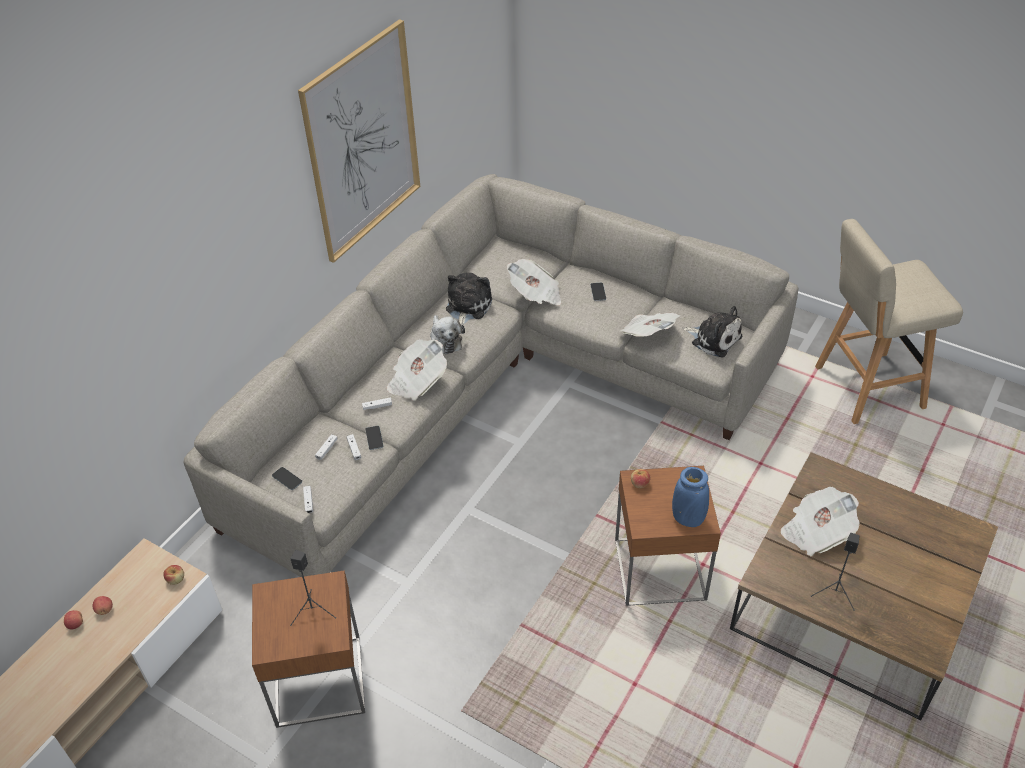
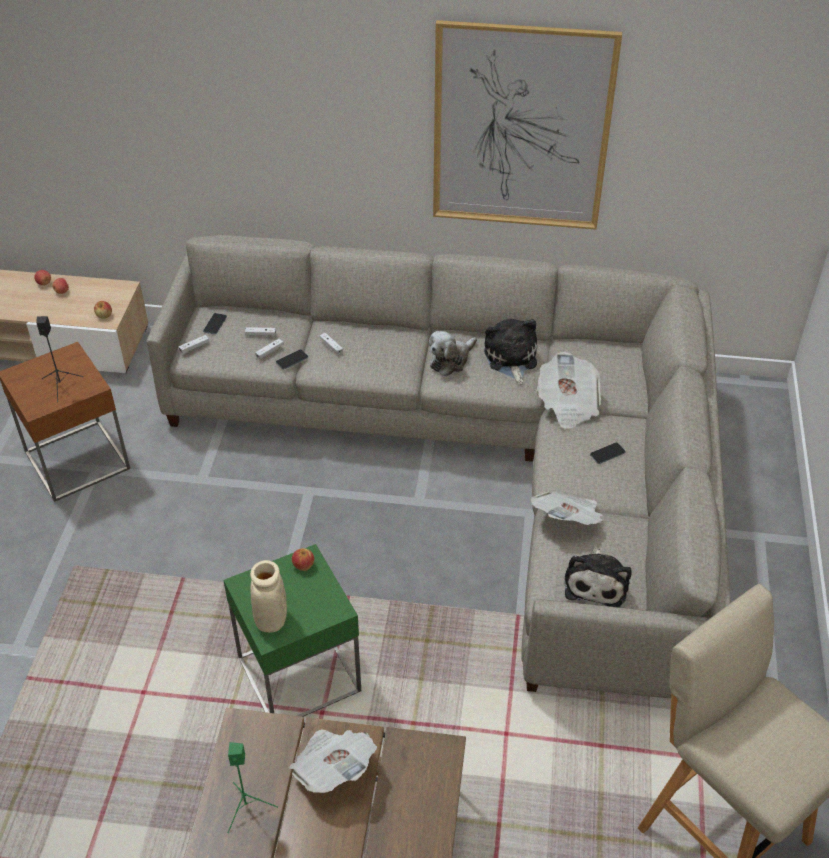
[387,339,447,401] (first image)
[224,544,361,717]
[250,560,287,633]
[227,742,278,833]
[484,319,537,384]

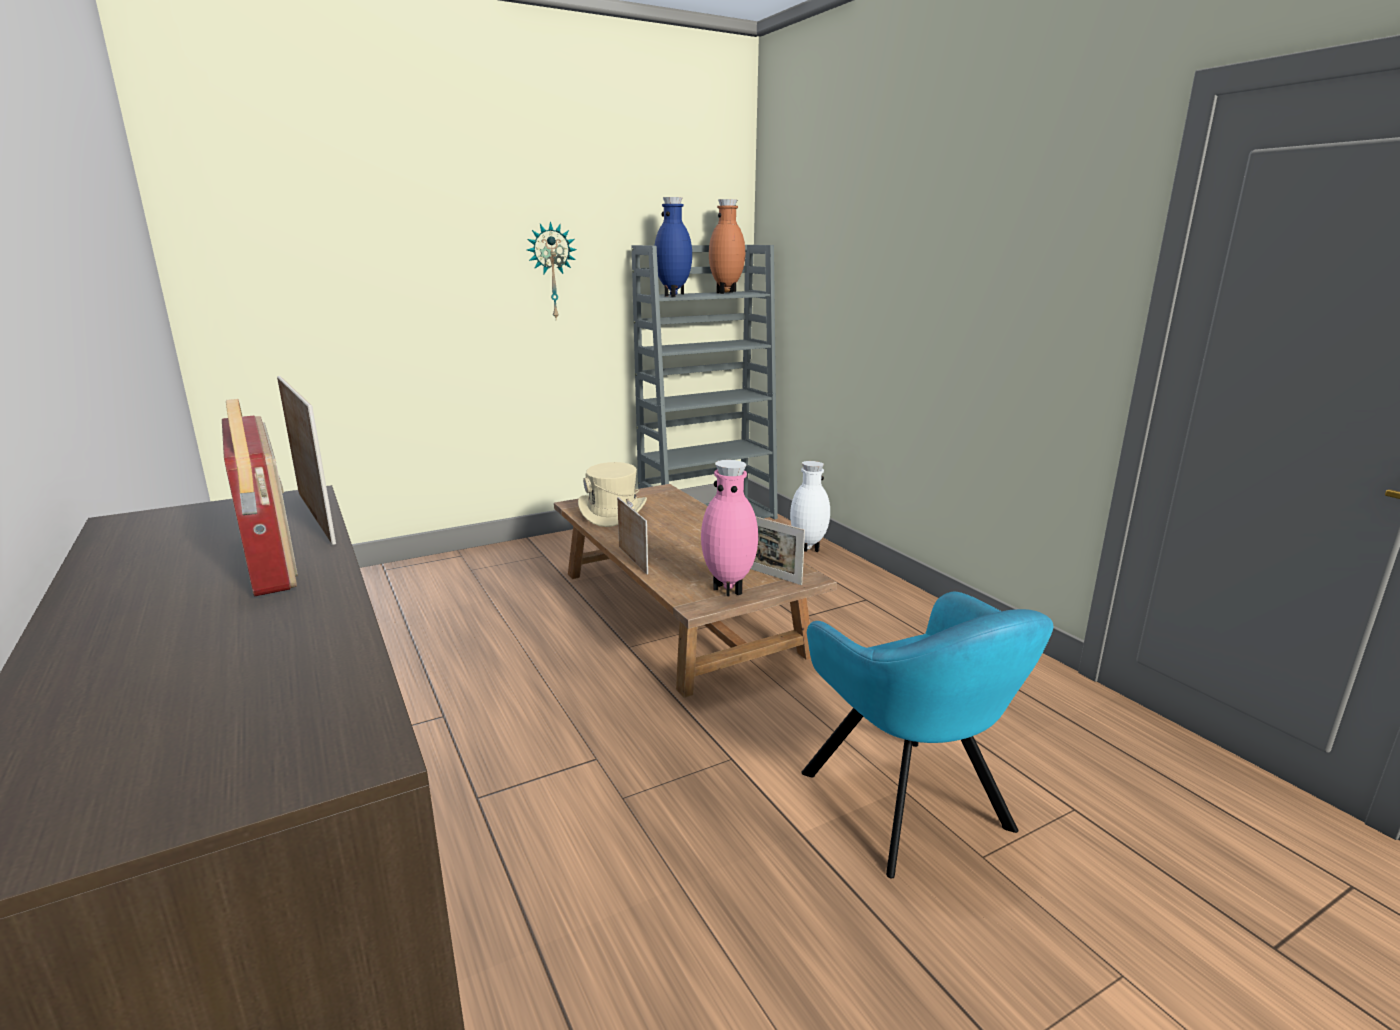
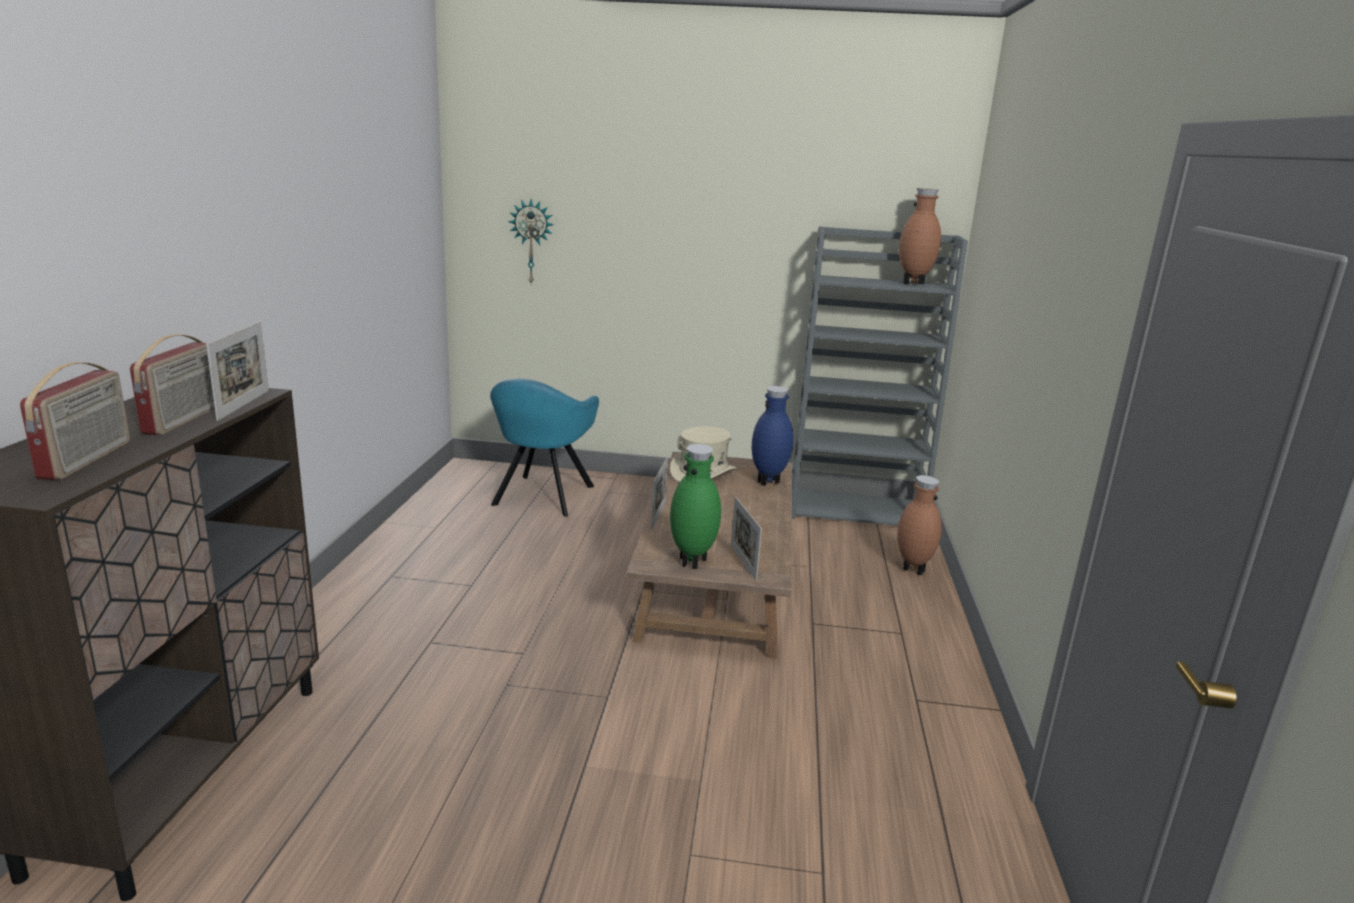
[20,362,130,480]
[508,199,554,284]
[752,386,793,486]
[490,379,599,517]
[670,444,721,569]
[897,475,942,575]

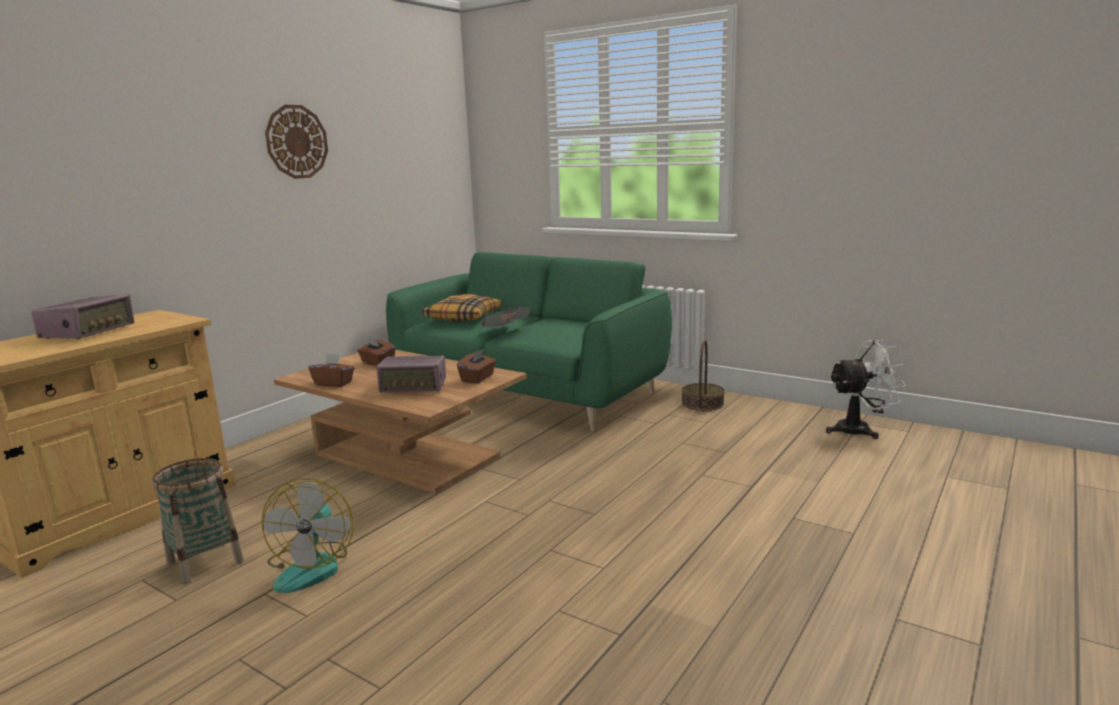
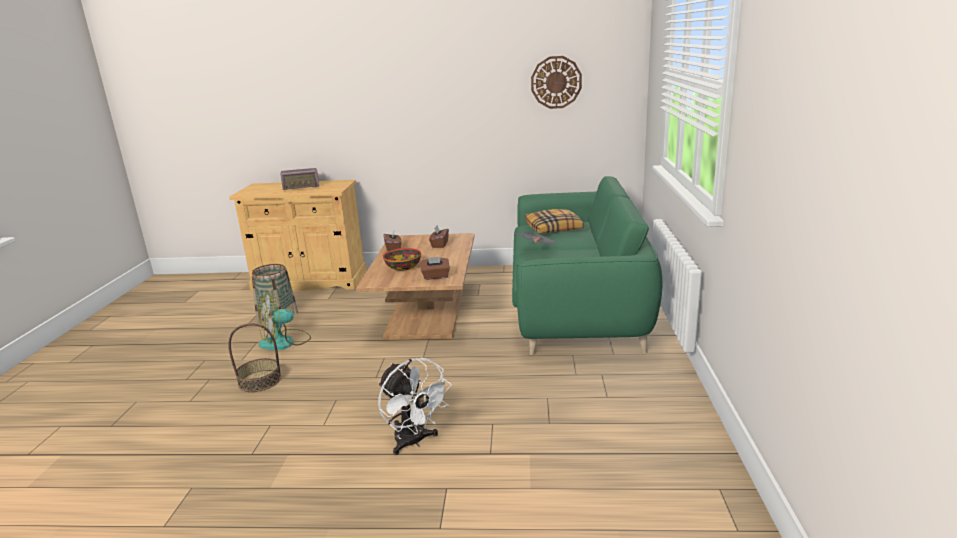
[531,56,582,109]
[228,323,281,392]
[378,358,452,455]
[383,248,421,271]

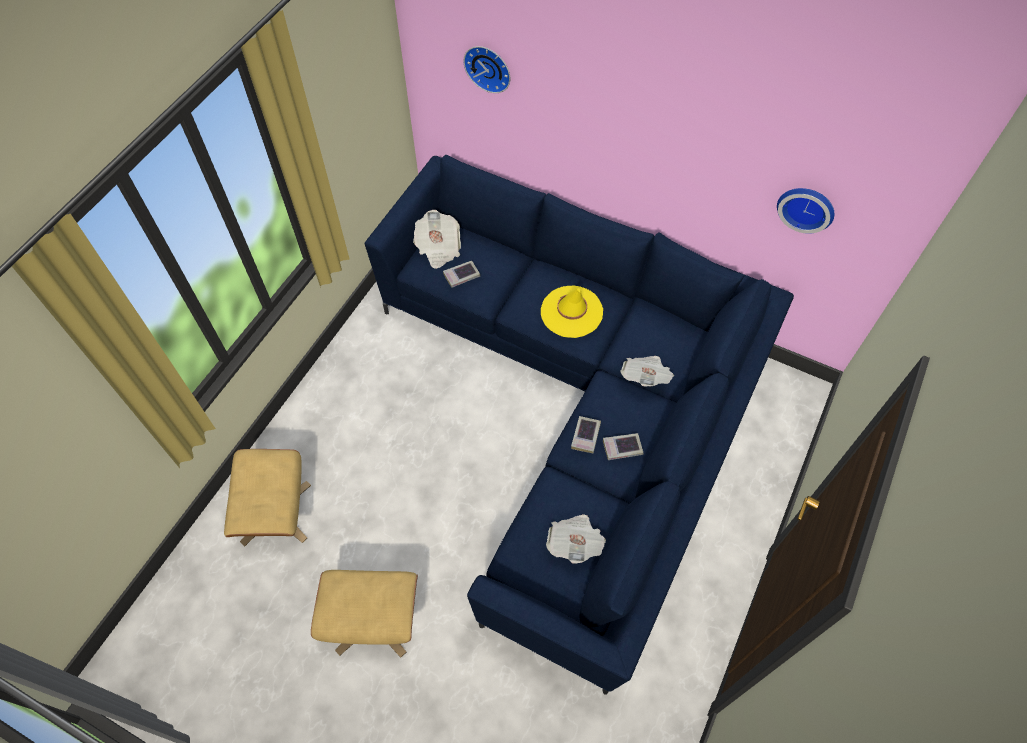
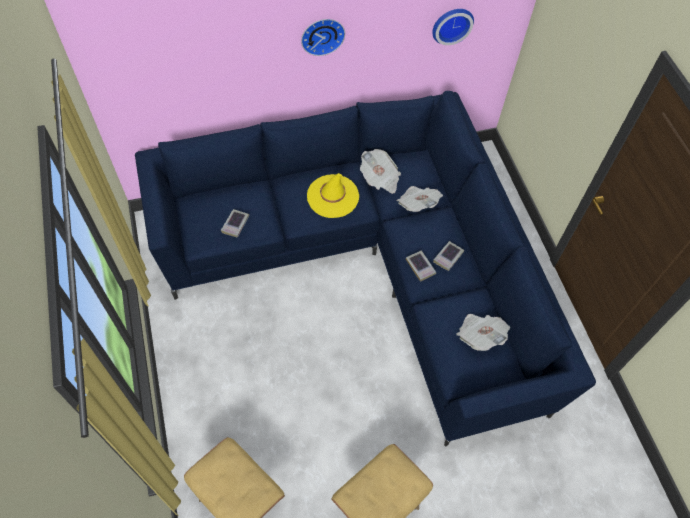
[360,149,401,194]
[301,19,345,56]

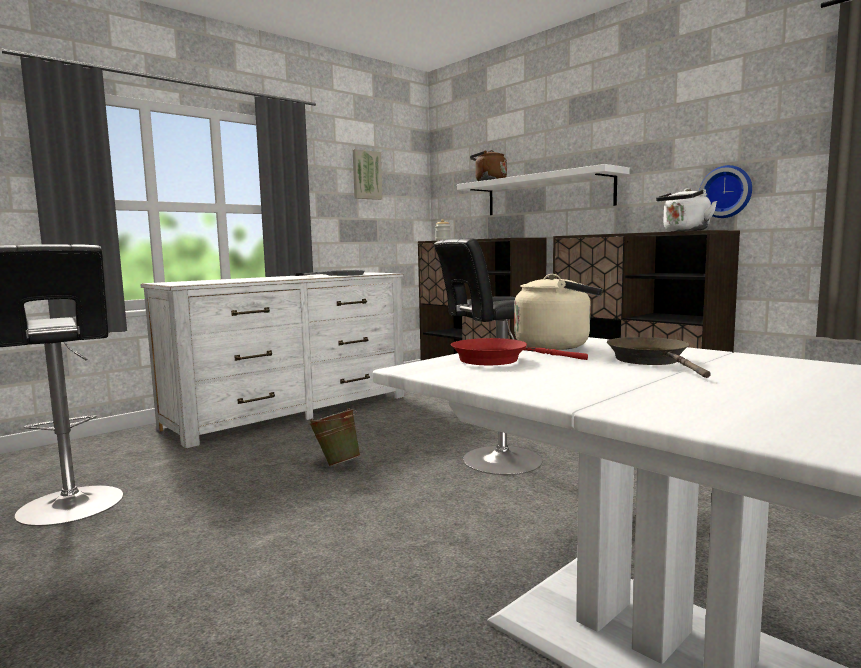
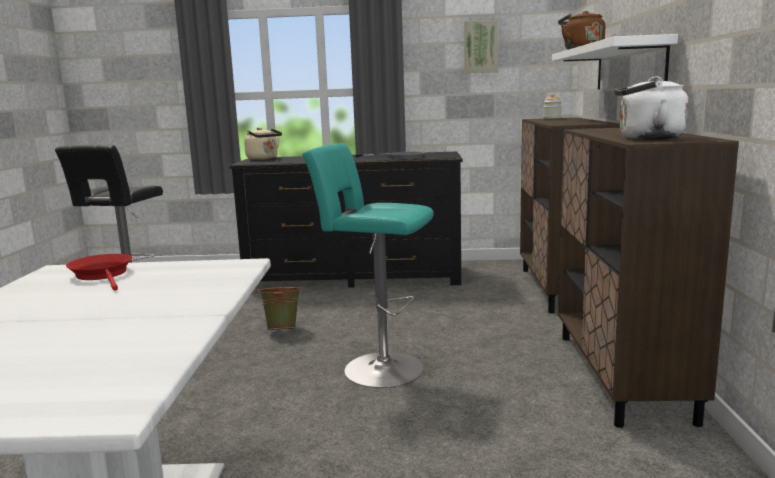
[607,337,711,378] (first image)
[699,165,752,218] (first image)
[244,127,282,160]
[229,151,463,288]
[302,143,434,388]

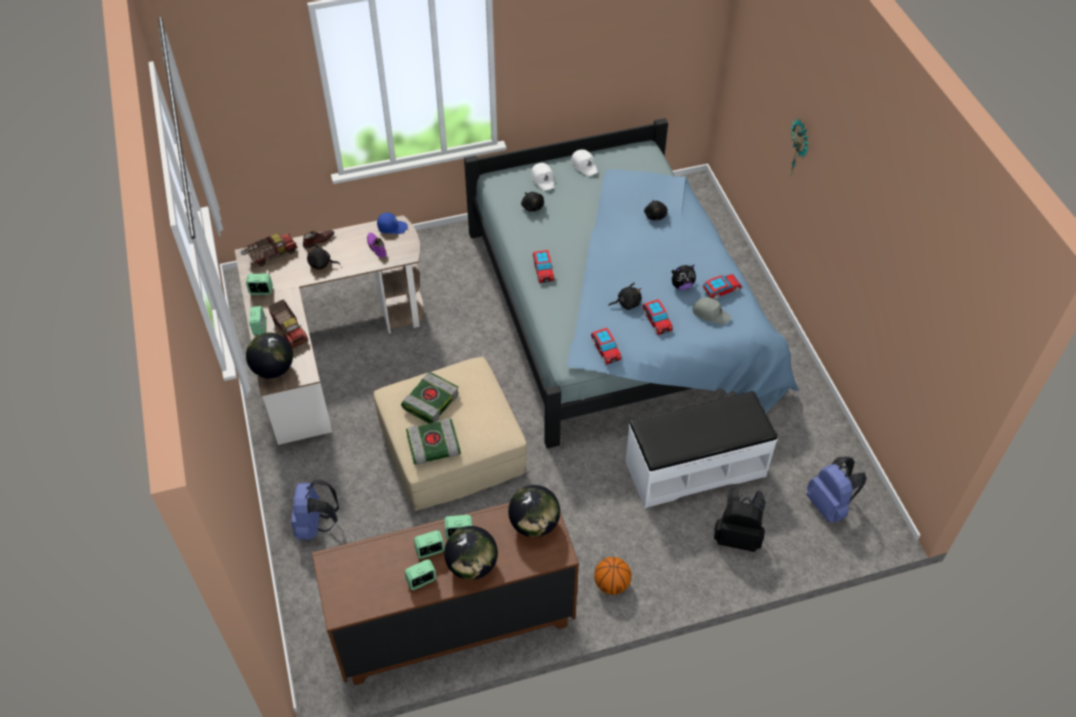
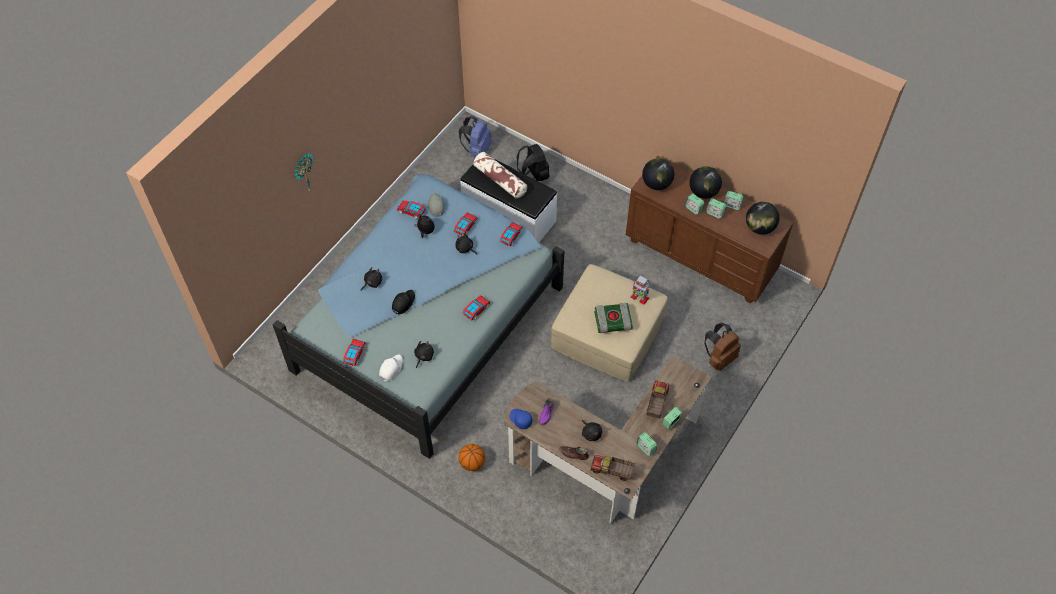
[392,290,415,315]
[473,152,527,199]
[746,202,779,235]
[458,444,485,471]
[630,275,649,305]
[343,339,366,366]
[704,322,741,371]

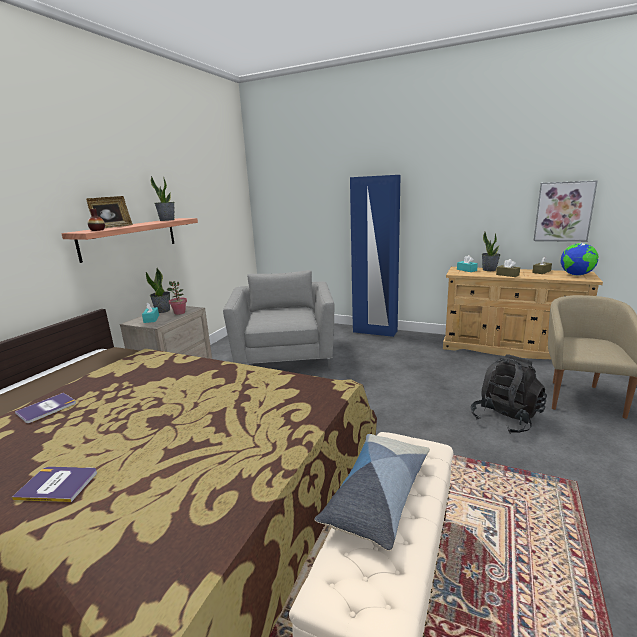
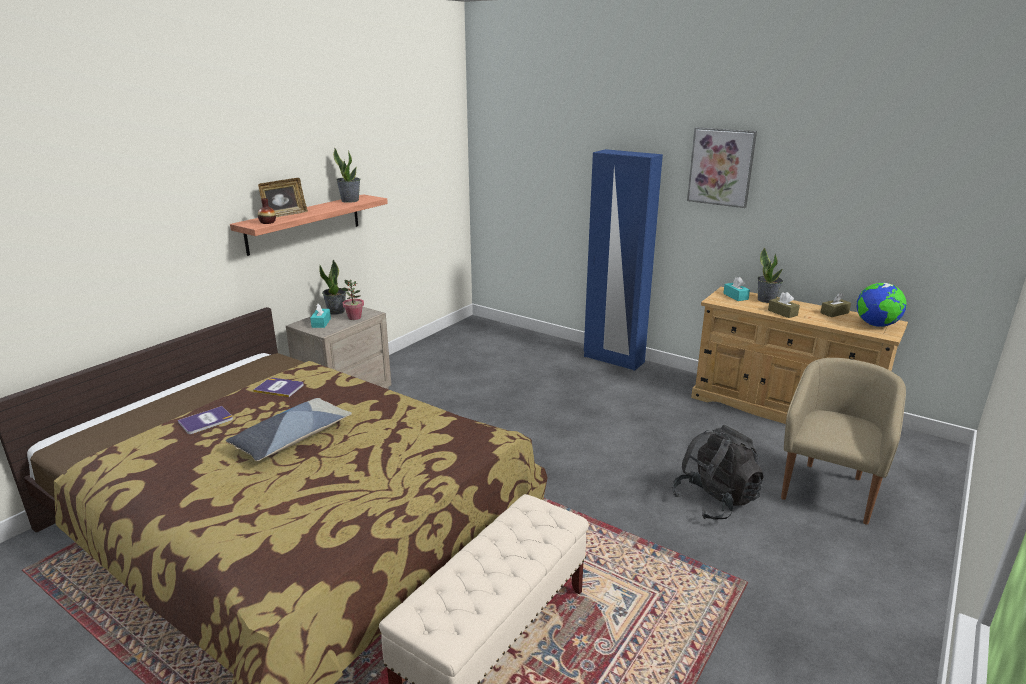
[223,270,334,369] (first image)
[253,378,304,397]
[226,398,352,461]
[687,127,757,208]

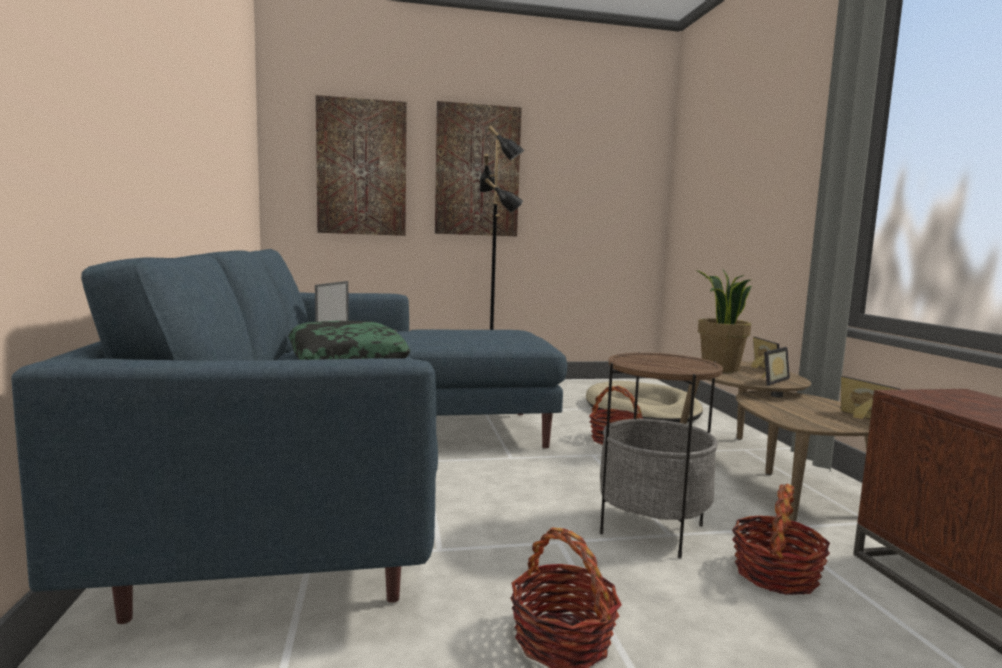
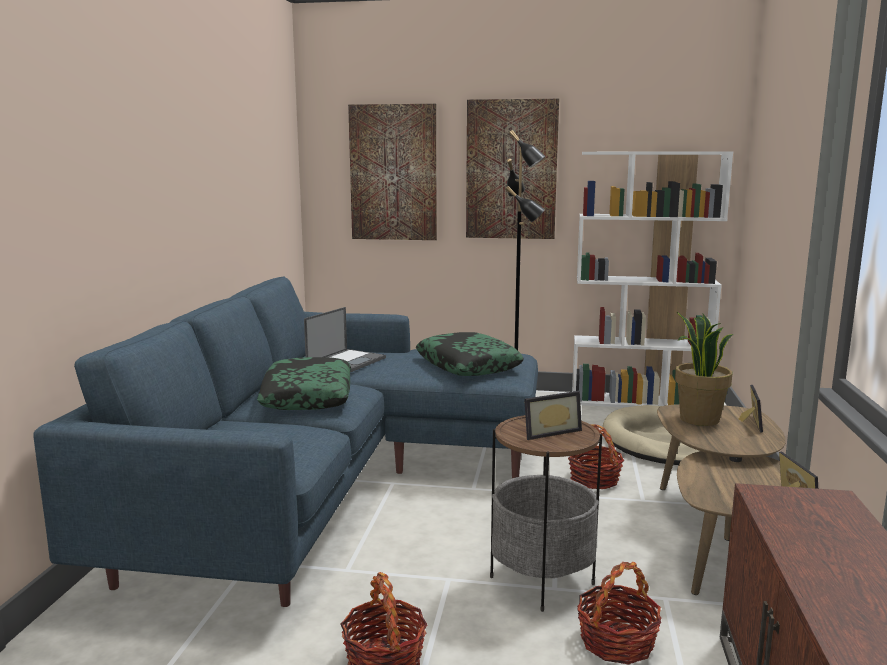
[416,332,524,376]
[572,151,733,407]
[524,391,582,440]

